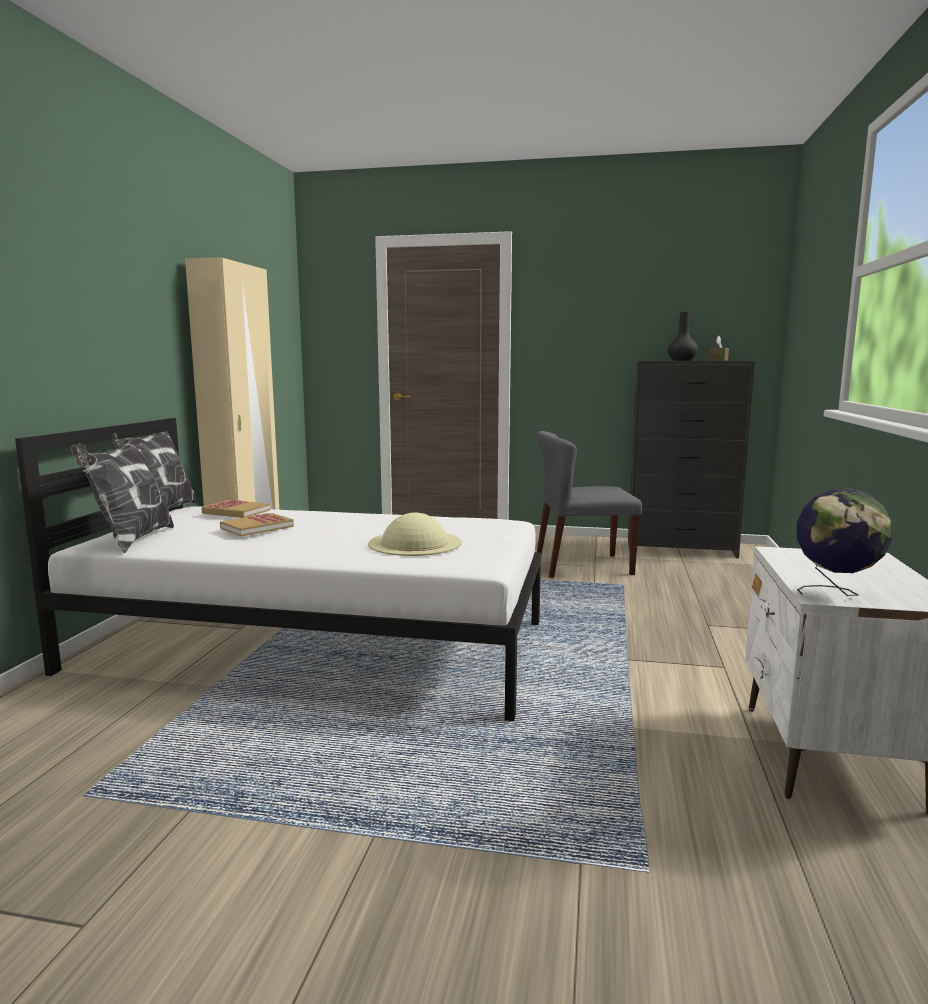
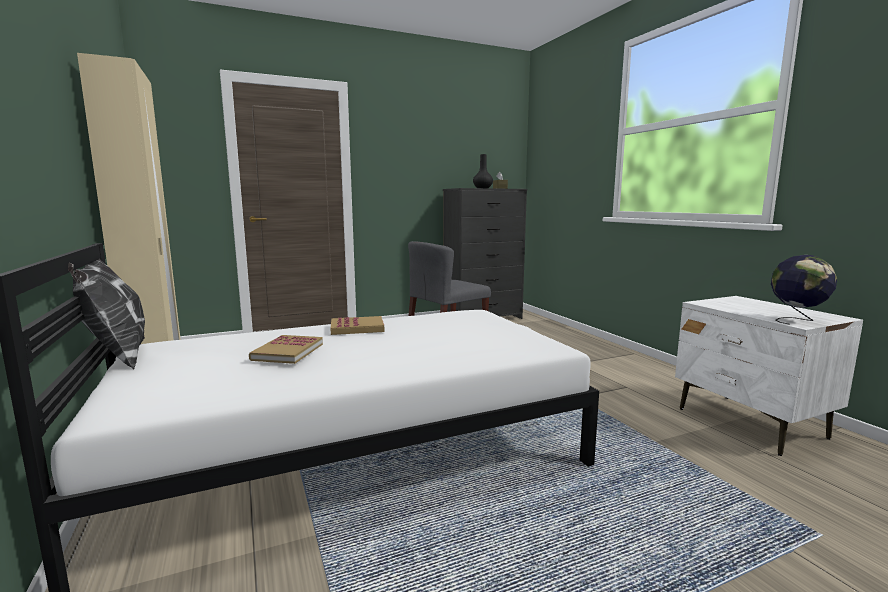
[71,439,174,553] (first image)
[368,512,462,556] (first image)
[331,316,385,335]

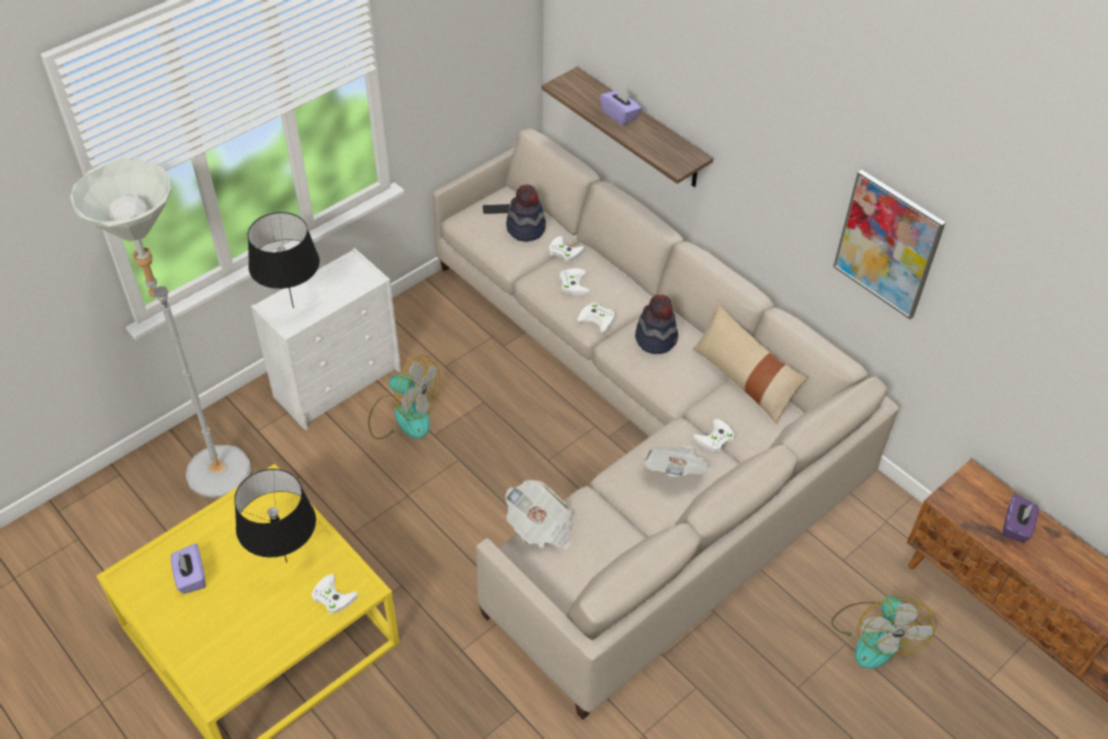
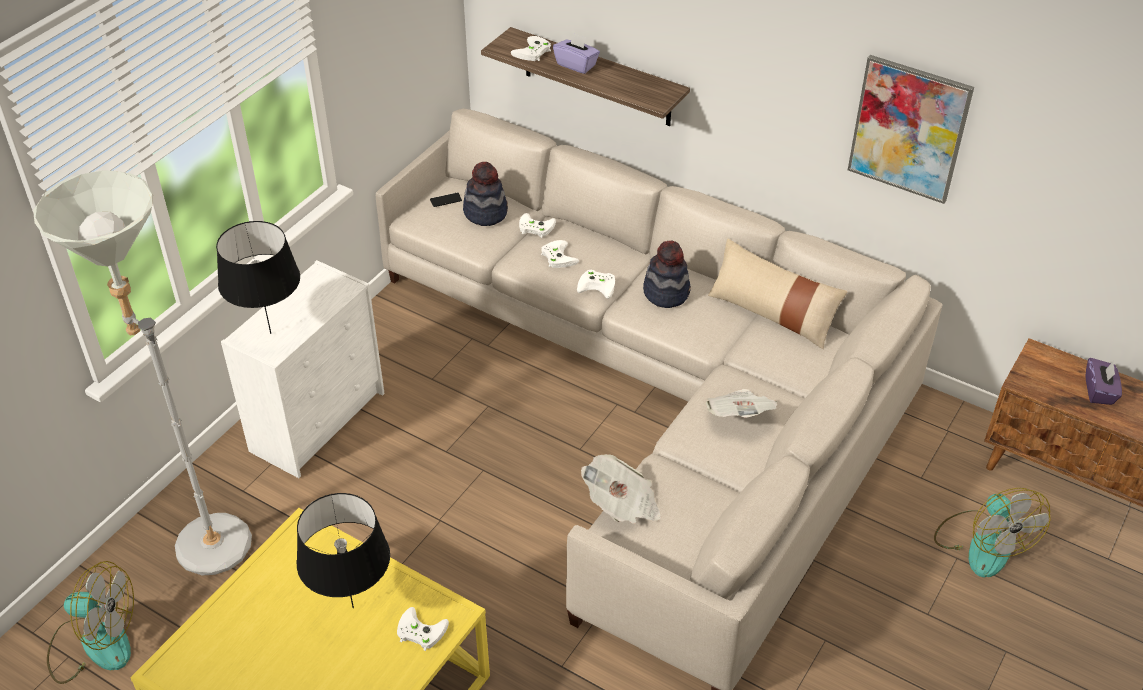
[171,543,206,594] (first image)
[47,561,134,684]
[511,36,551,61]

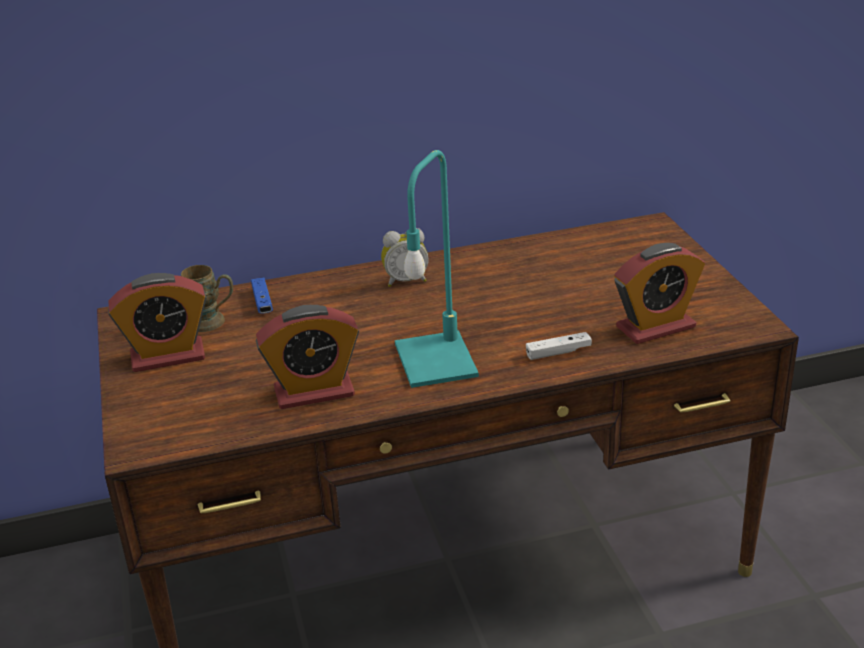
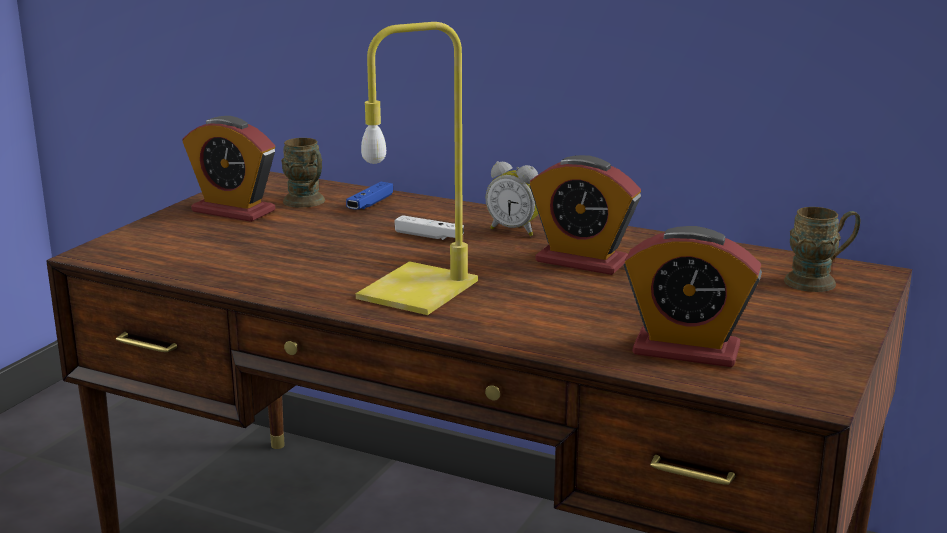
[784,207,861,292]
[530,155,641,275]
[394,215,464,240]
[356,22,478,315]

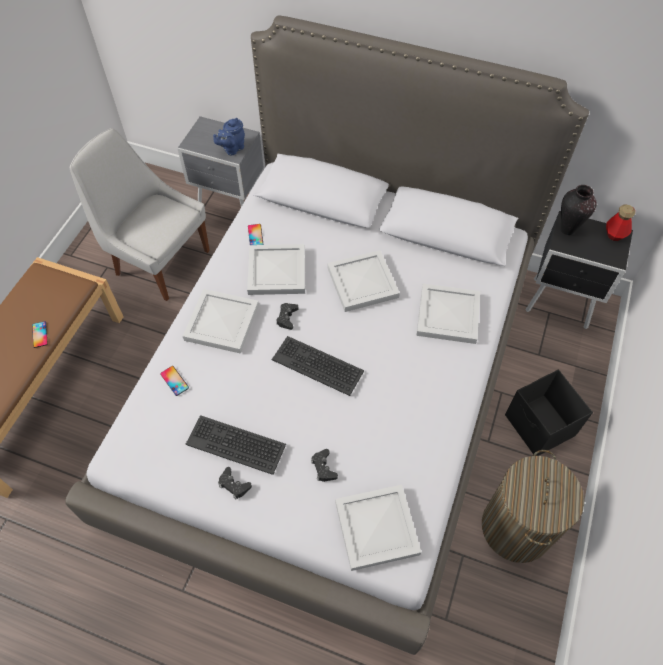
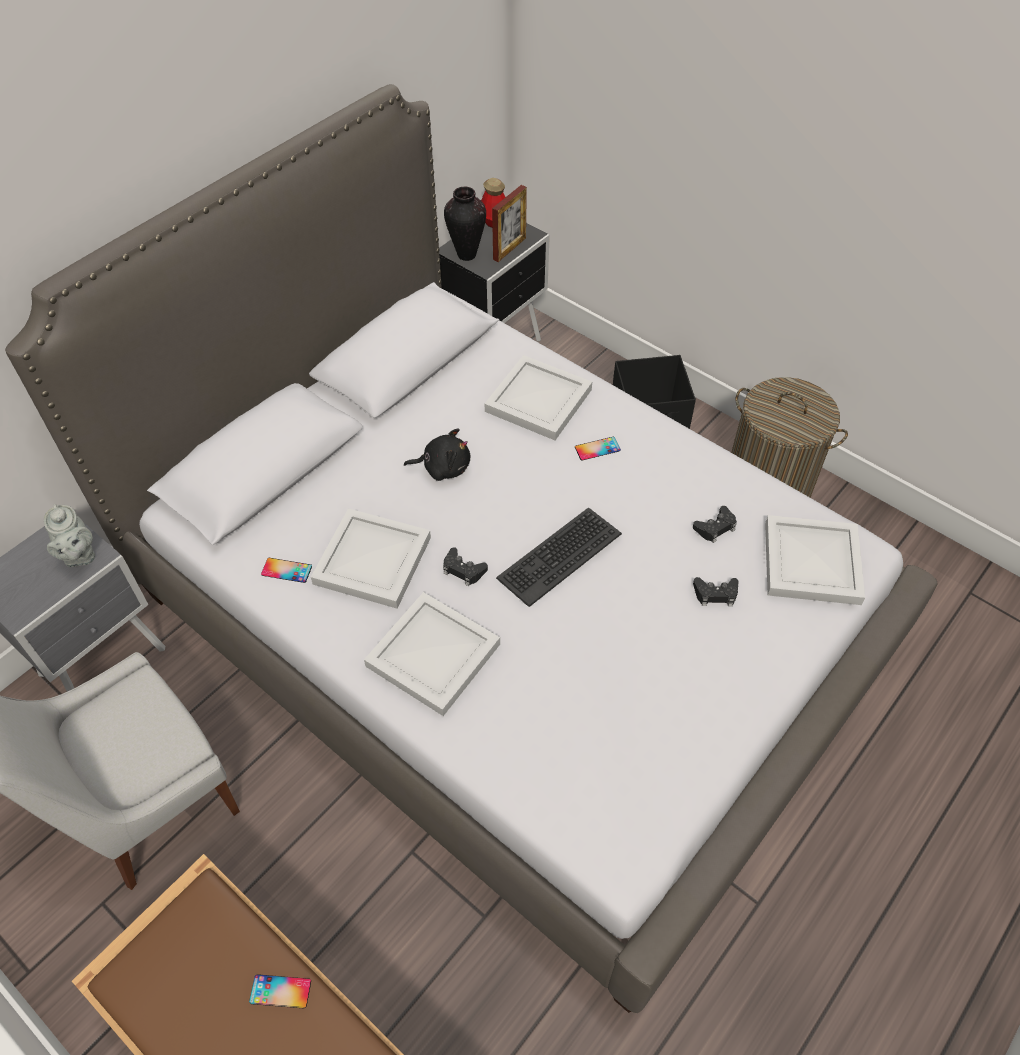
[185,415,286,475] (first image)
[492,185,527,262]
[575,437,621,461]
[693,506,737,543]
[404,428,470,481]
[44,504,95,567]

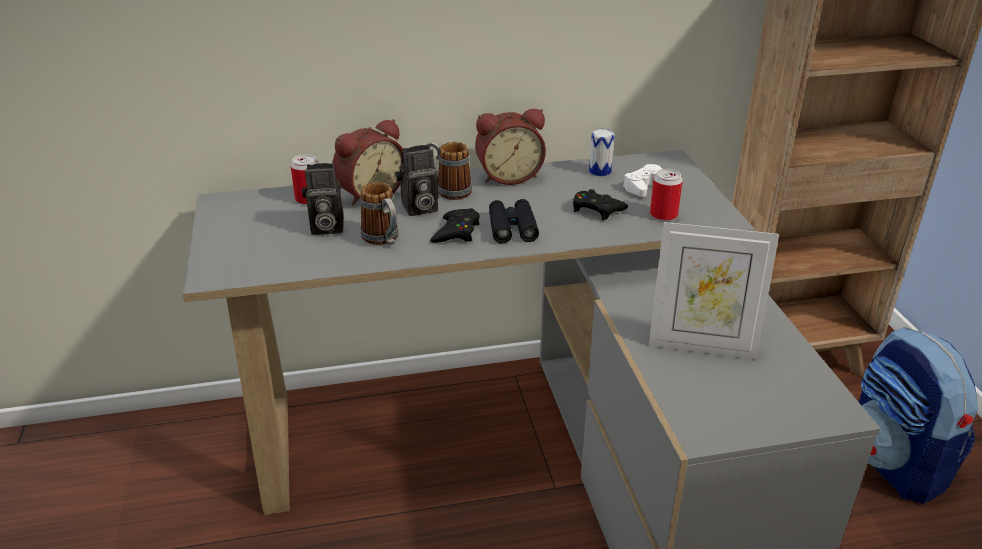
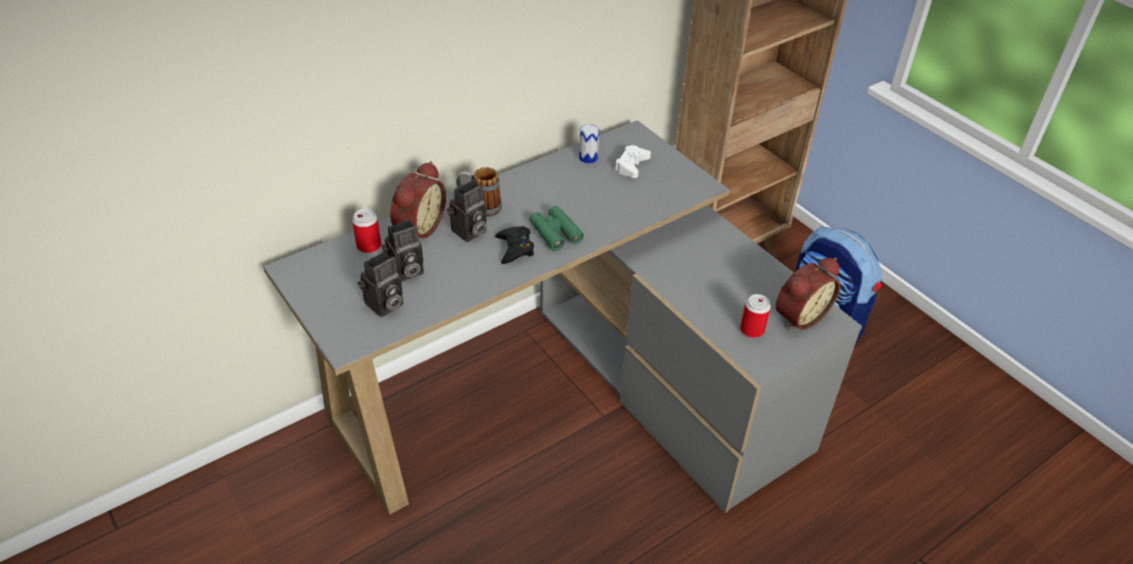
[360,182,399,245] (first image)
[573,189,628,220] (first image)
[648,222,779,360] (first image)
[358,251,403,317]
[775,257,840,331]
[740,294,771,338]
[530,206,584,251]

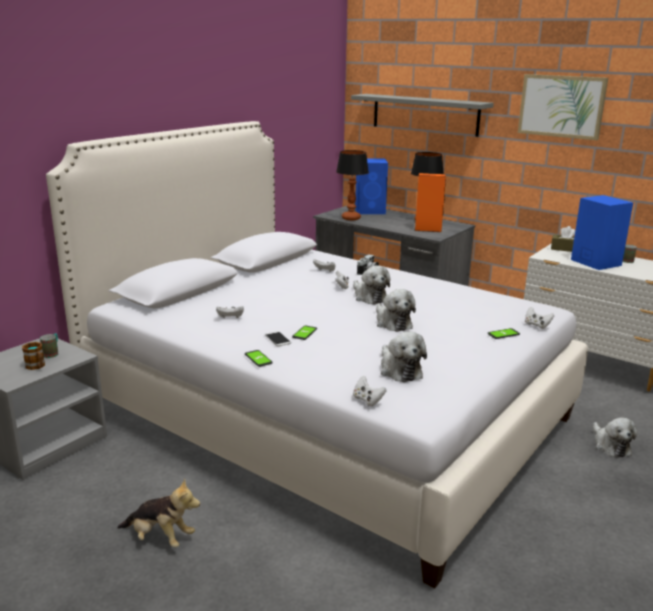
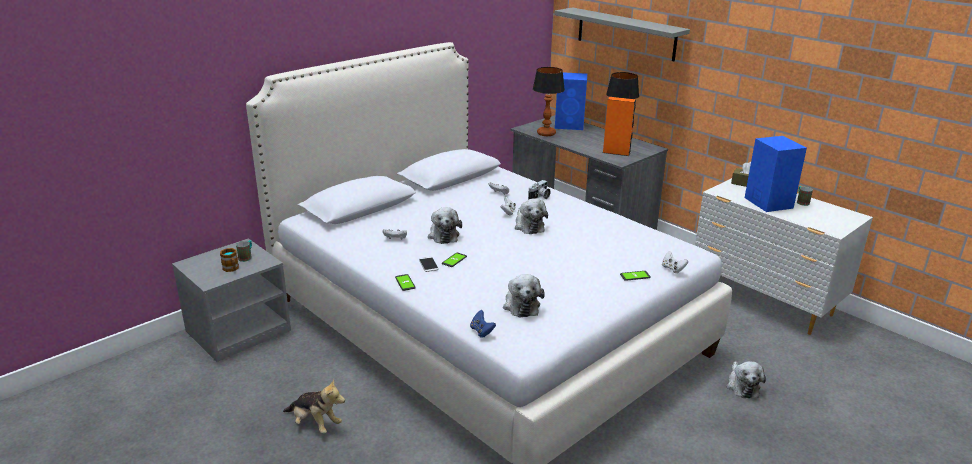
[518,74,608,140] (first image)
[428,207,462,244]
[470,310,496,338]

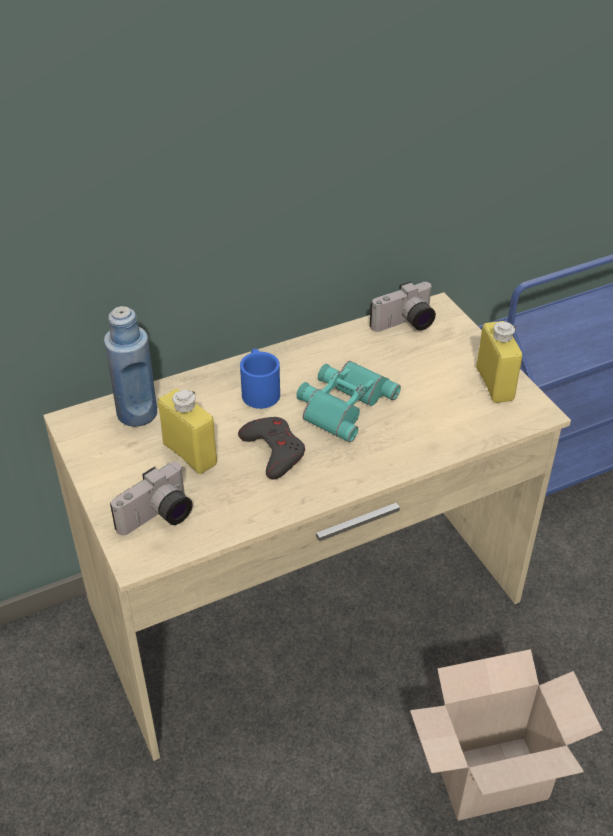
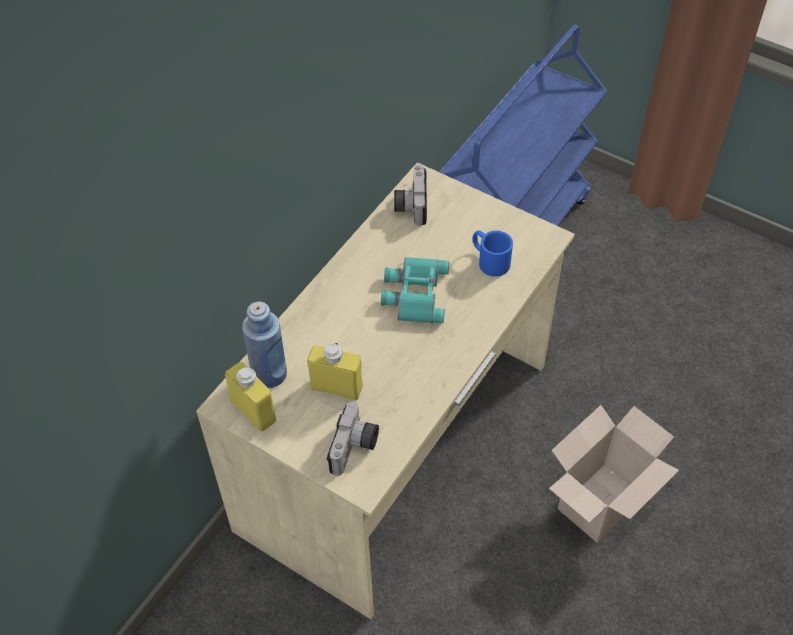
[238,417,305,480] (first image)
[473,230,513,277]
[225,362,276,432]
[394,165,427,226]

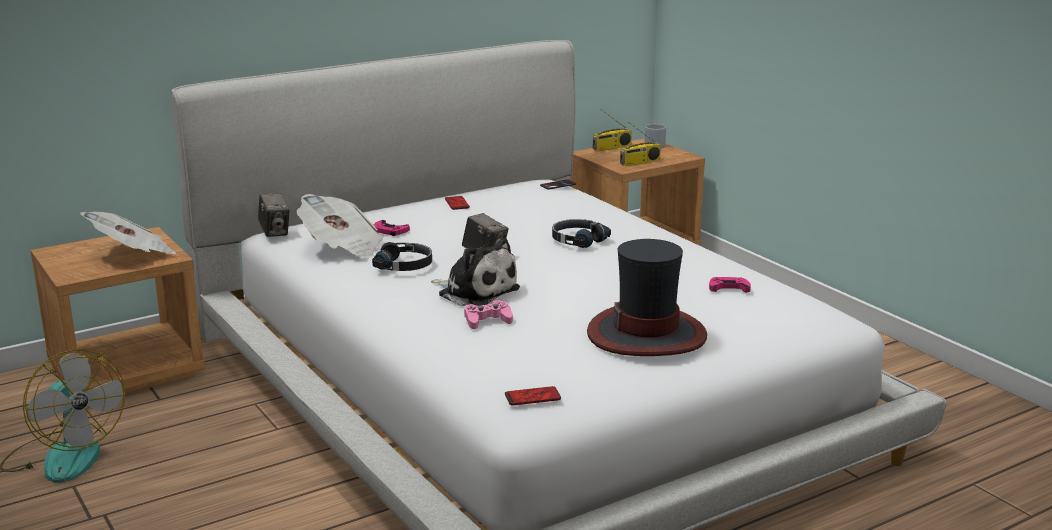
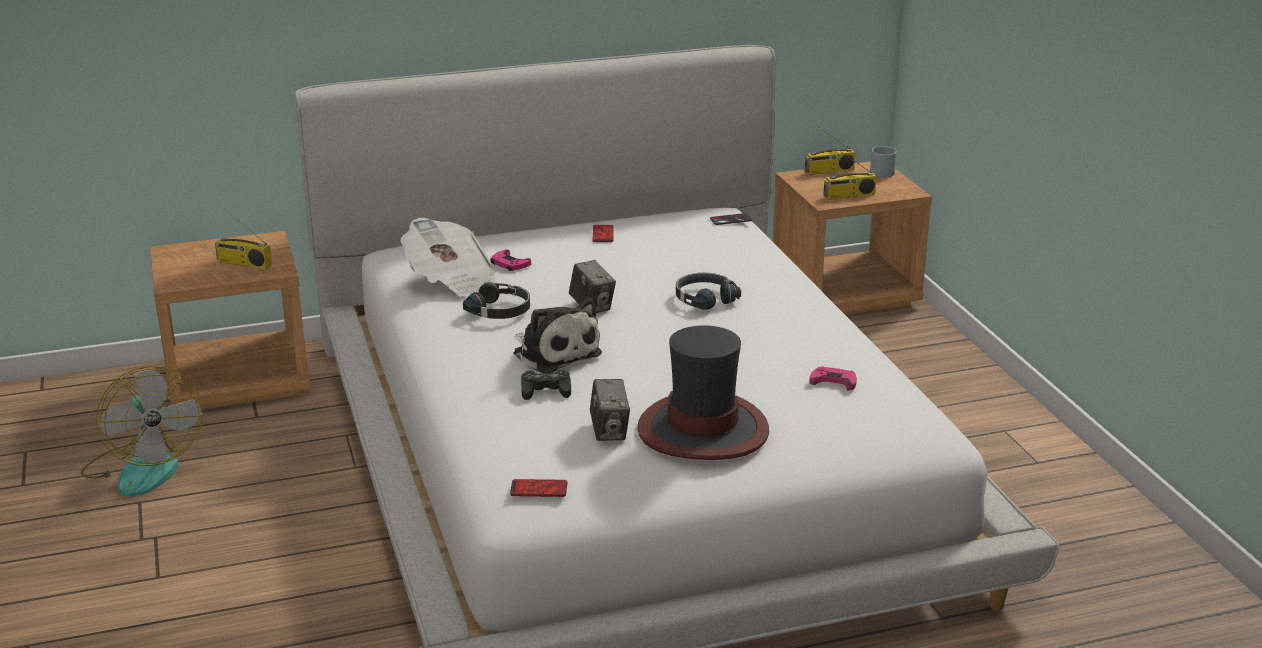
[590,379,630,441]
[215,209,272,269]
[521,369,571,400]

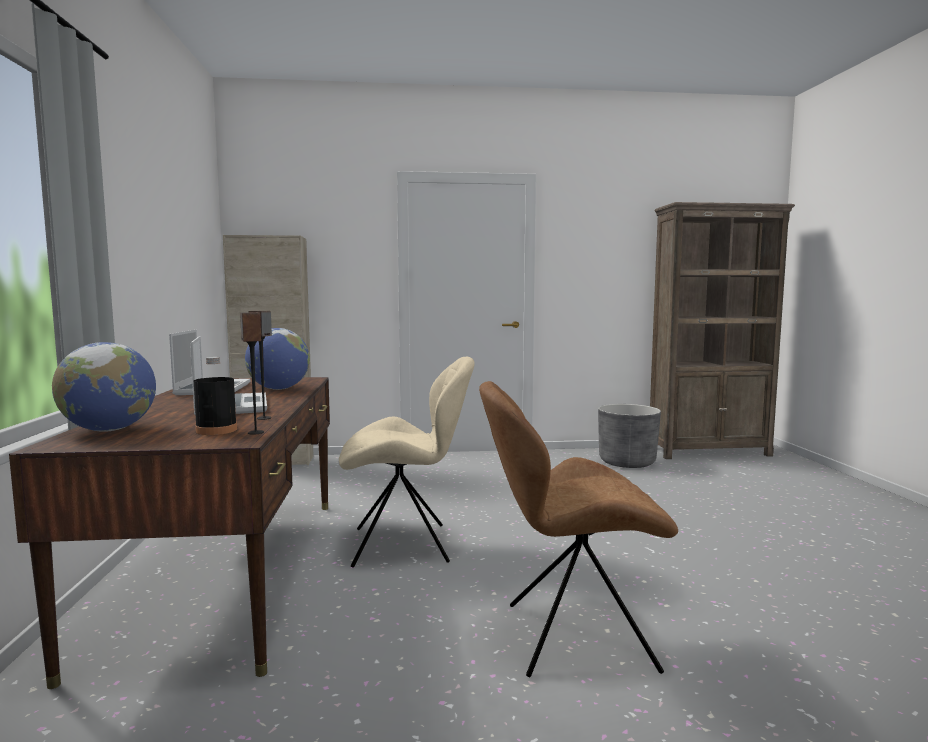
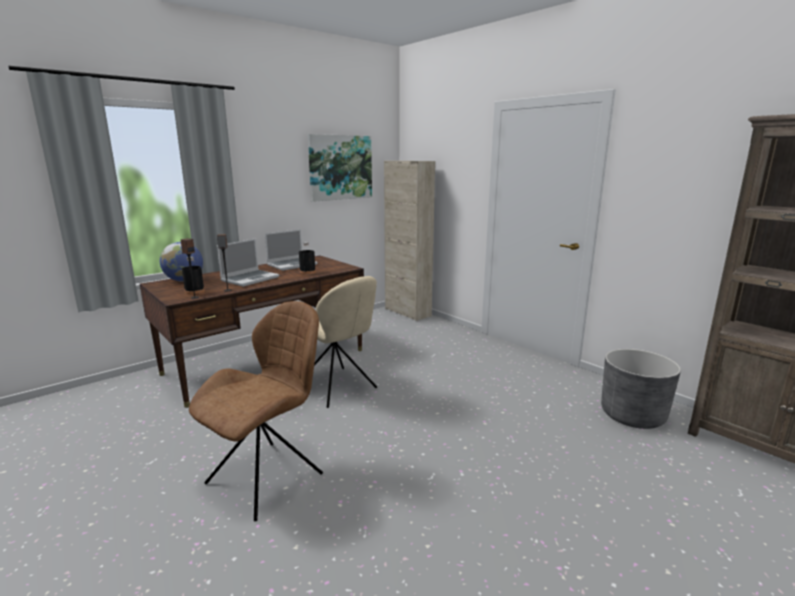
[308,134,372,202]
[299,242,316,274]
[189,301,323,521]

